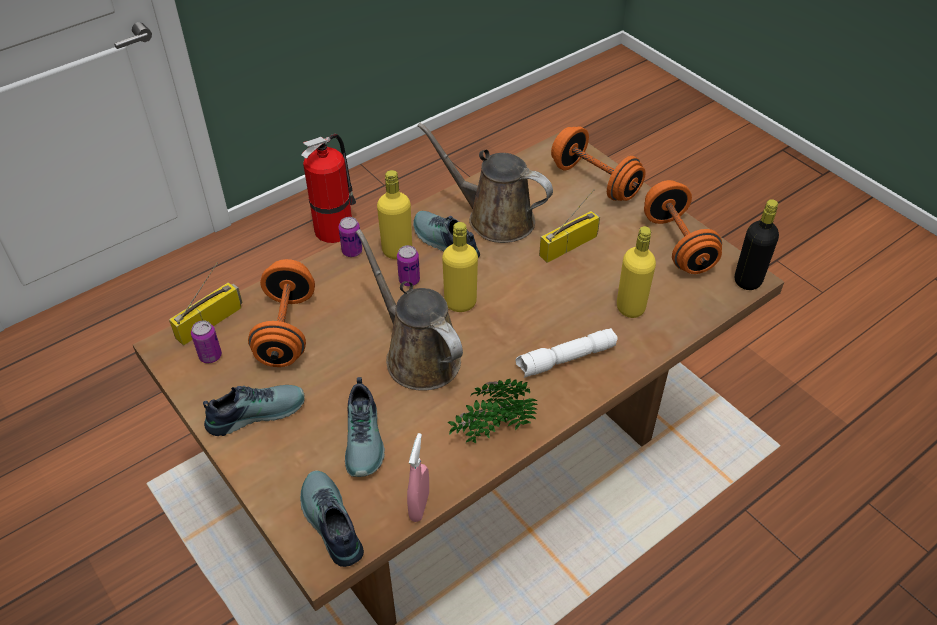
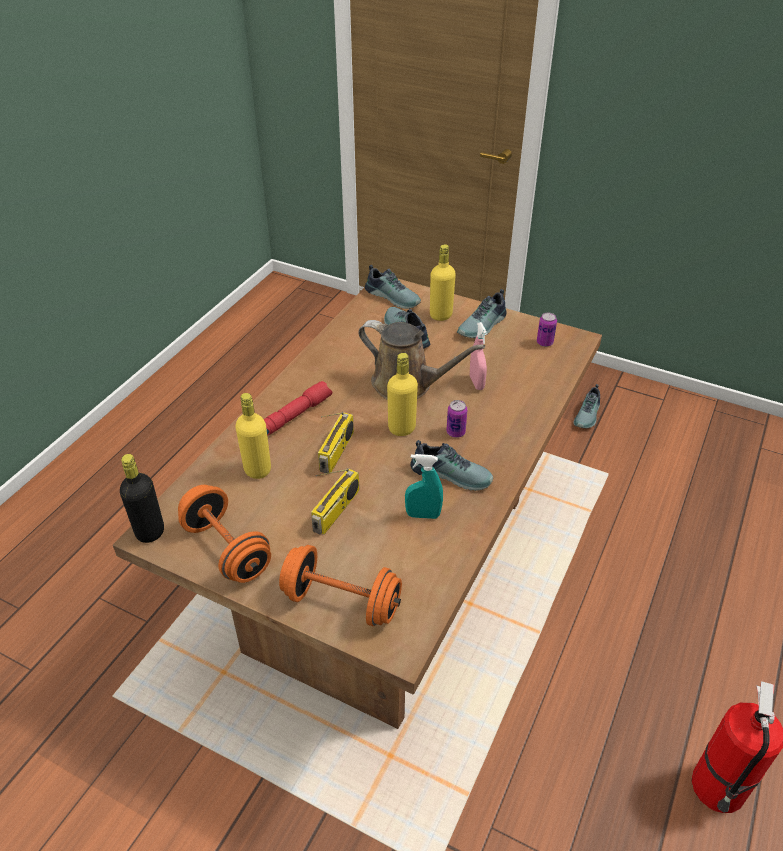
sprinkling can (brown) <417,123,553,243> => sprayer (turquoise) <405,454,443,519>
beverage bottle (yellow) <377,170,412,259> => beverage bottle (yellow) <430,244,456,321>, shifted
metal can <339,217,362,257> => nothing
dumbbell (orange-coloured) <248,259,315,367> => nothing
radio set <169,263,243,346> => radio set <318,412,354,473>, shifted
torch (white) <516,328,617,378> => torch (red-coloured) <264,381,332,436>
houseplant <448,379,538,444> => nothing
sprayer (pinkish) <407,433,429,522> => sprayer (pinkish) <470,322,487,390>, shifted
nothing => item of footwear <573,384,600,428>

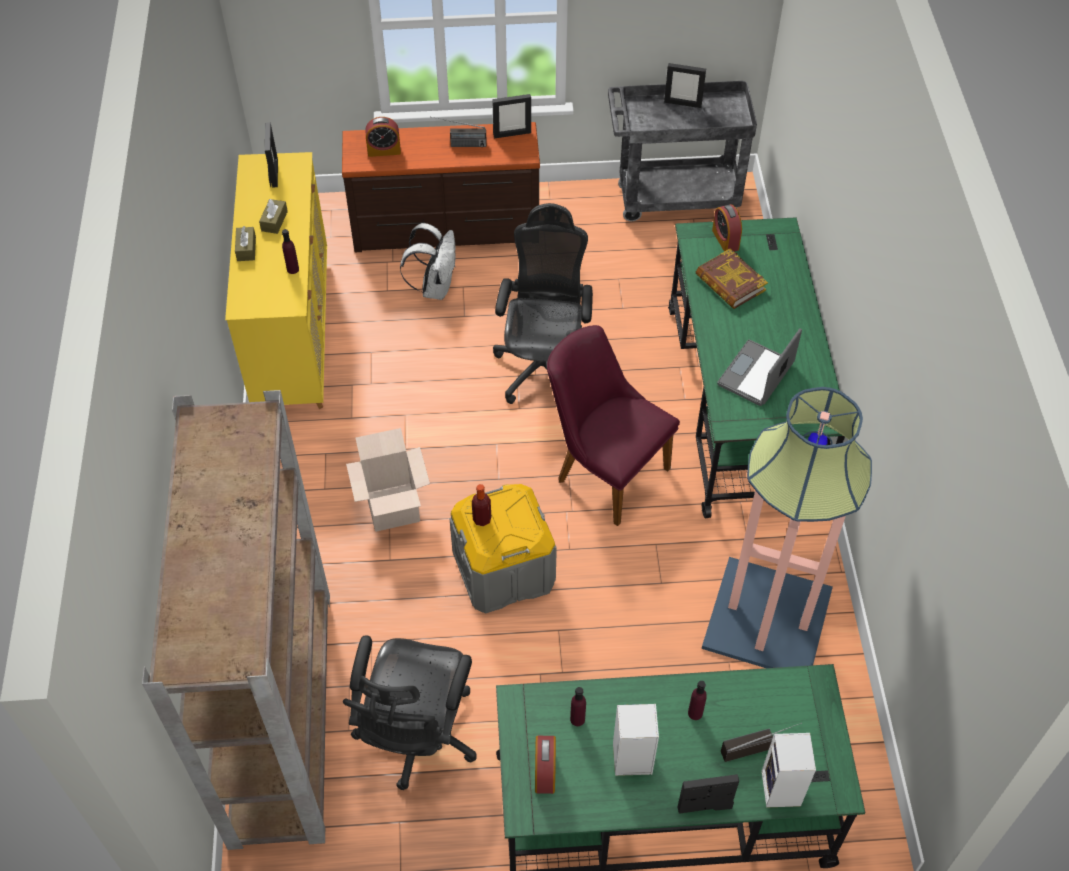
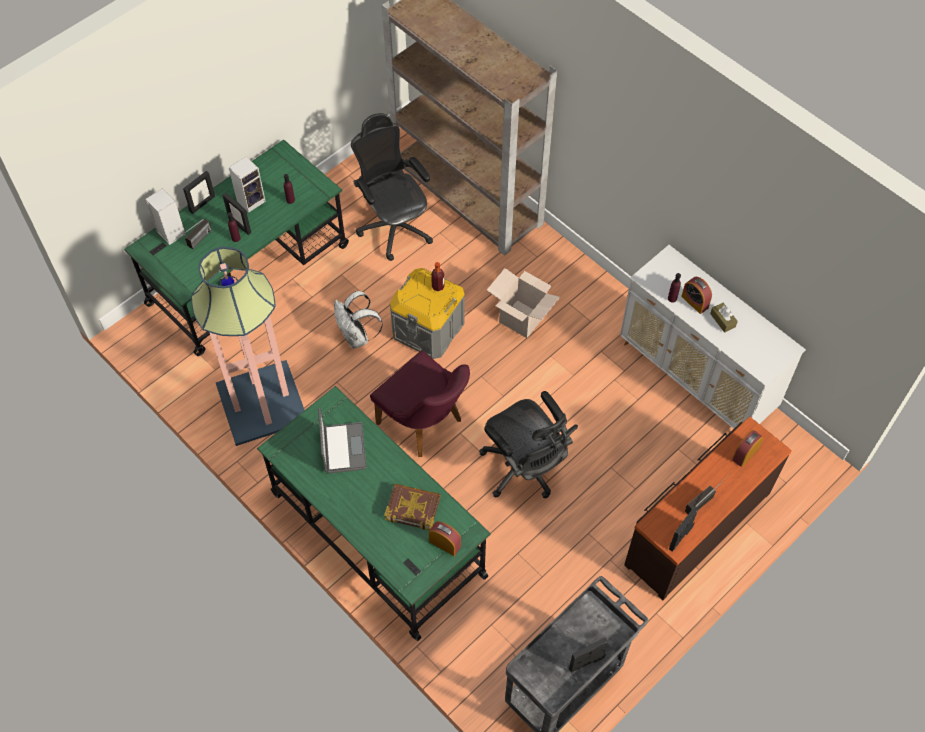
picture frame <265,122,278,188> => picture frame <223,193,251,235>, shifted
storage cabinet (yellow) <225,152,327,409> => storage cabinet (white) <620,245,806,429>
knapsack (white) <400,223,456,300> => knapsack (white) <334,291,383,348>, shifted
box of tissues (brown) <235,226,256,261> => nothing
plain chair (purple-coloured) <547,325,680,526> => plain chair (purple-coloured) <370,350,470,457>, 45 degrees clockwise
bedside clock <535,736,556,794> => bedside clock <681,277,712,314>, shifted

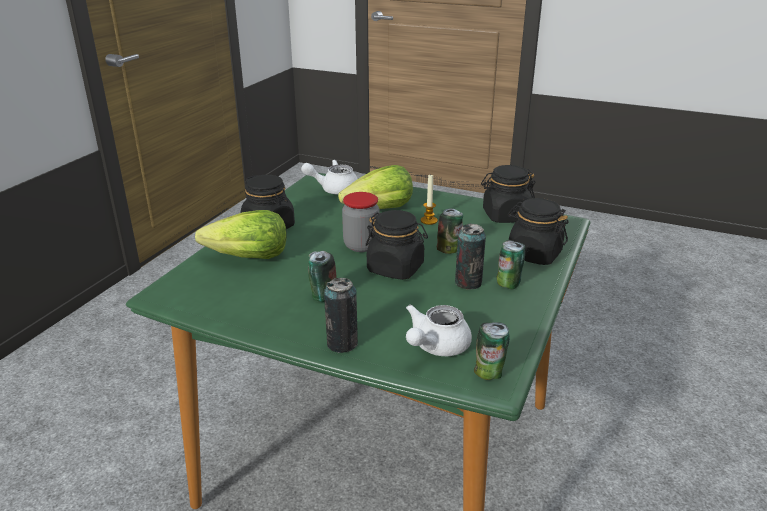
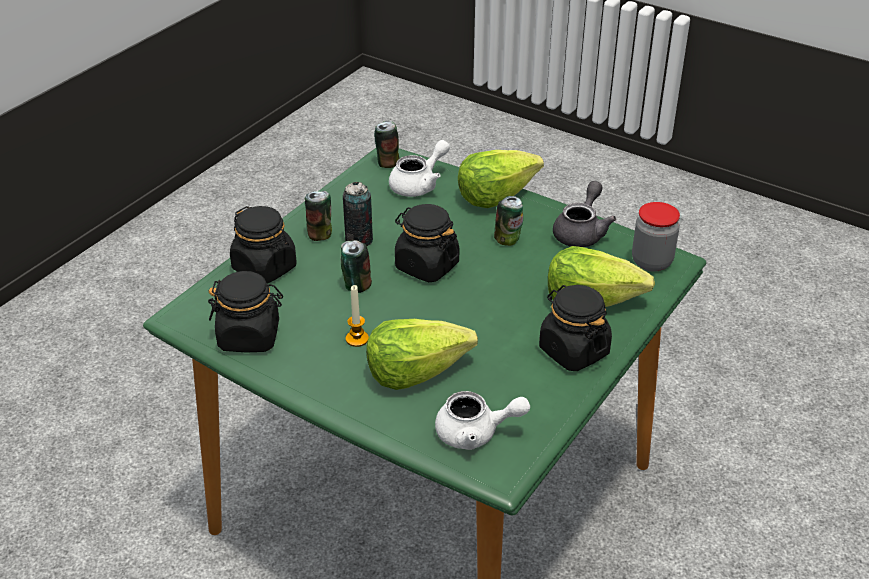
preserve jar <342,192,380,252> => preserve jar <632,202,680,272>, shifted
metal can <324,278,358,353> => head of lettuce <458,150,544,208>
nothing => tea pot (gray) <553,181,616,247>

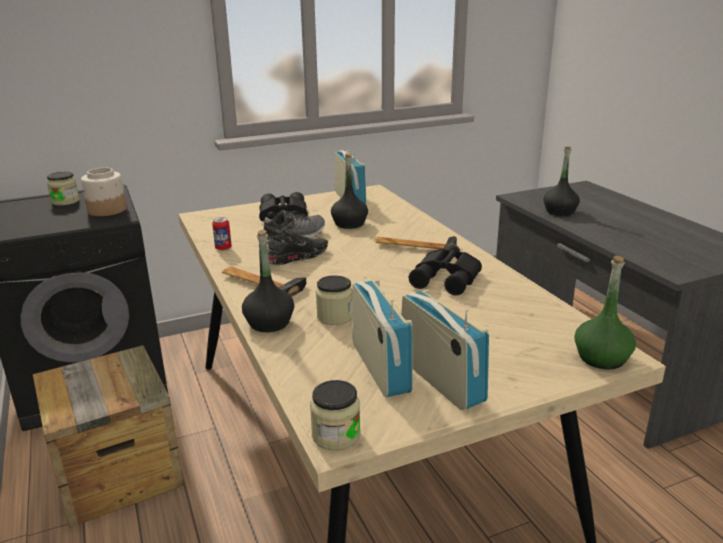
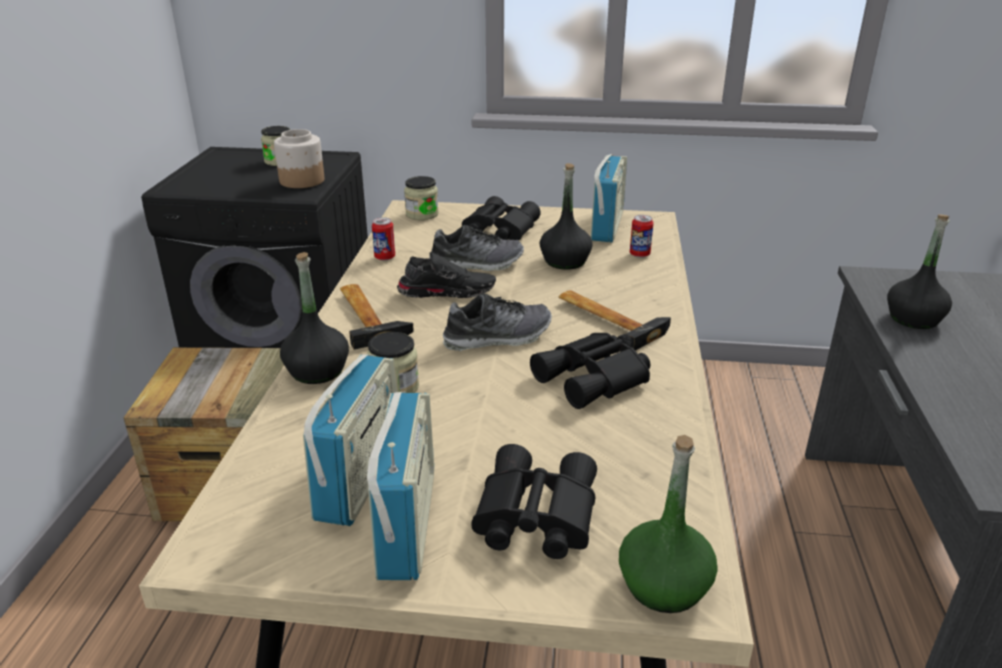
preserve jar <310,380,360,451> => preserve jar <404,176,439,220>, shifted
nothing => metal can <630,215,654,258>
nothing => item of footwear <443,294,552,351>
nothing => pair of binoculars (black-coloured) <472,444,597,559>

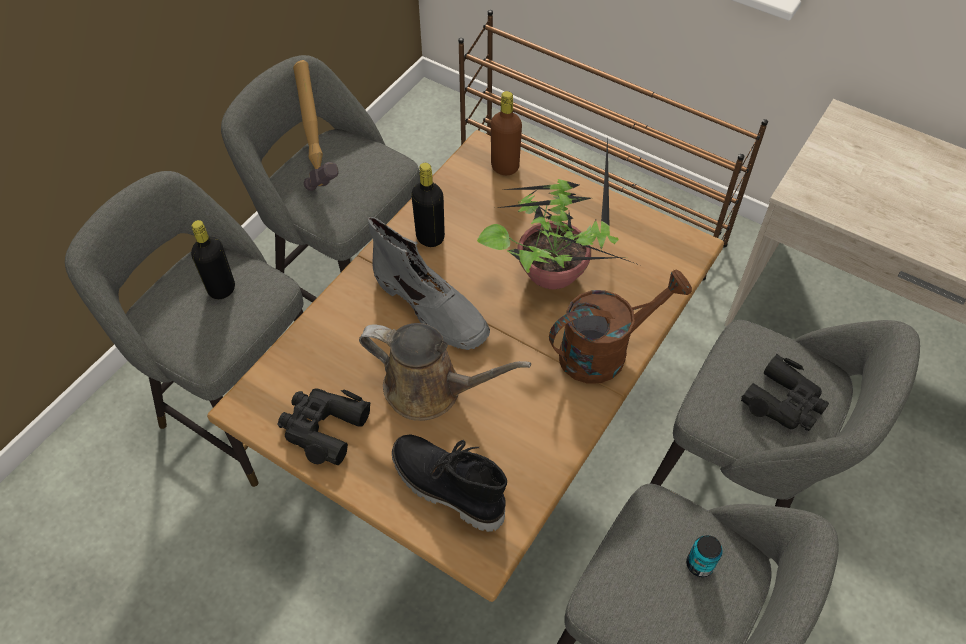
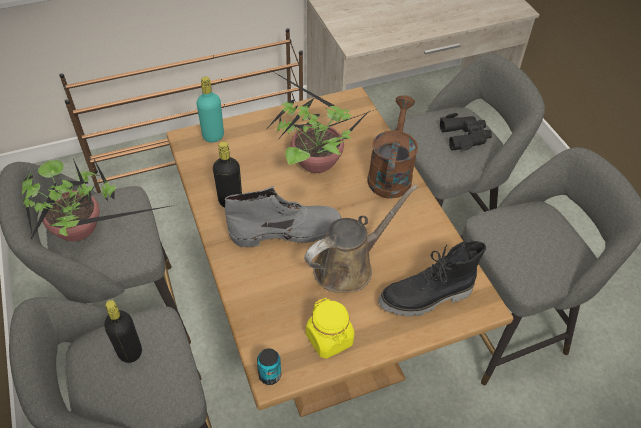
tool hammer <293,60,339,191> => houseplant <22,159,175,242>
beverage bottle (brown) <491,91,522,175> => beverage bottle (turquoise) <196,77,224,142>
pair of binoculars (black-coloured) <278,389,370,465> => preserve jar (yellow) <306,298,354,359>
metal can <686,535,723,577> => metal can <257,348,281,385>, shifted

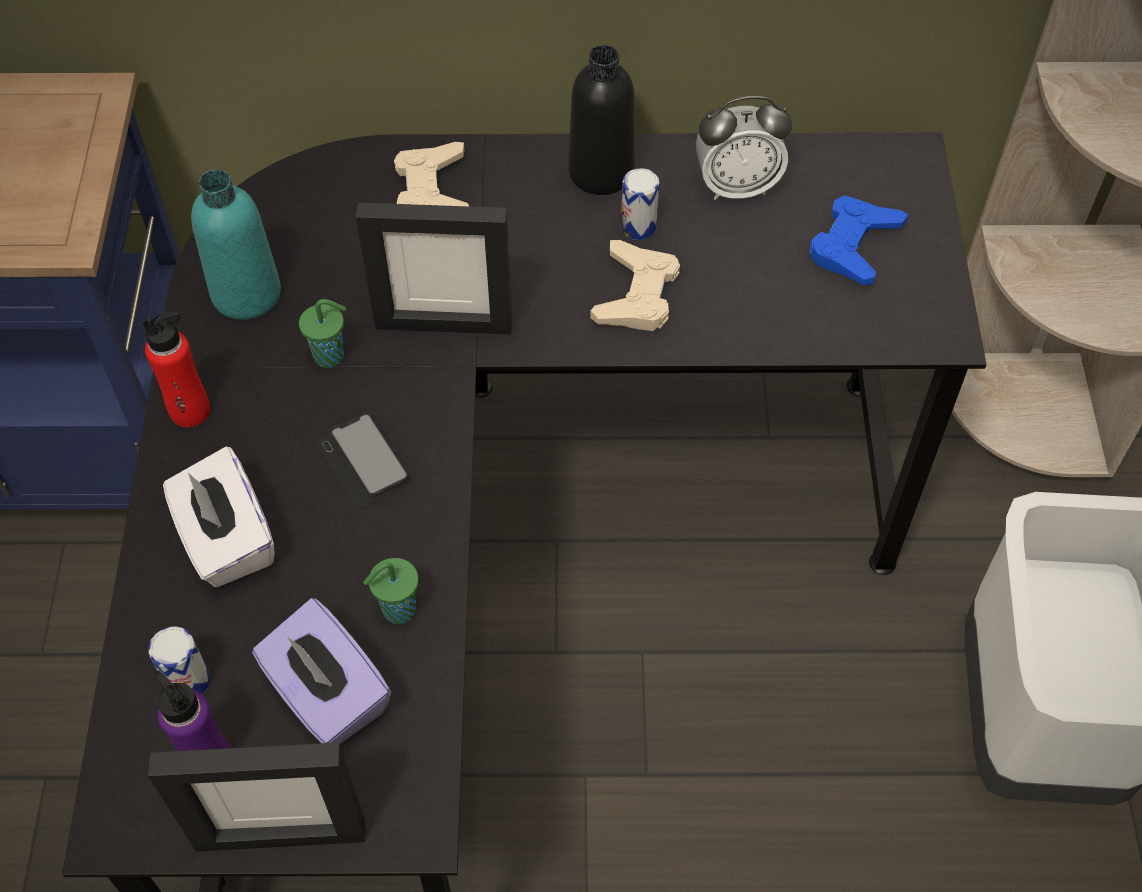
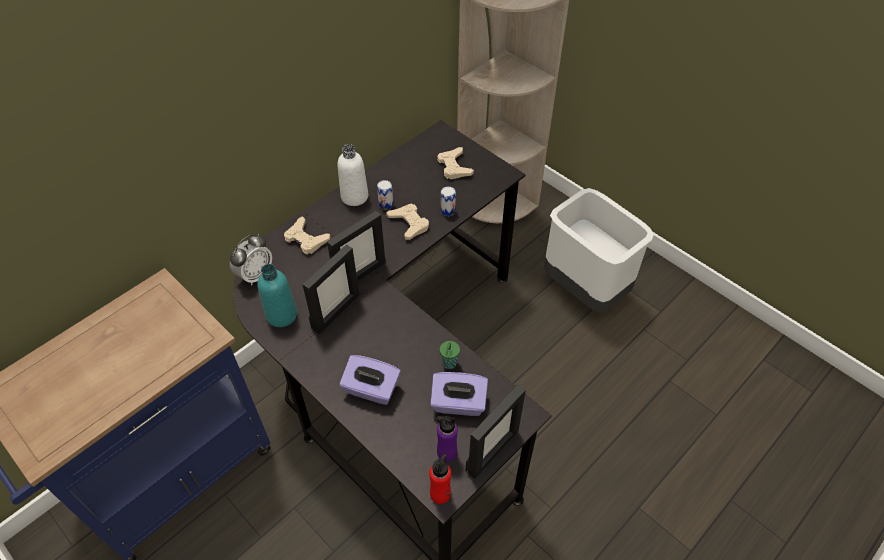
beverage bottle (black-coloured) <568,45,635,195> => beverage bottle (white) <338,144,368,206>
bedside clock <696,96,792,200> => bedside clock <230,234,272,286>, shifted
game controller (blue-coloured) <810,195,908,285> => game controller (sand-coloured) <437,147,474,180>
cup (greenish) <299,299,346,368> => picture frame <302,244,359,334>
beverage bottle (red-coloured) <142,311,210,427> => beverage bottle (red-coloured) <429,453,451,504>, shifted
handset <317,413,409,507> => nothing
box of tissues (white) <163,446,275,587> => box of tissues (purple-coloured) <340,355,401,405>
metal can <148,626,210,694> => metal can <441,187,456,216>, shifted

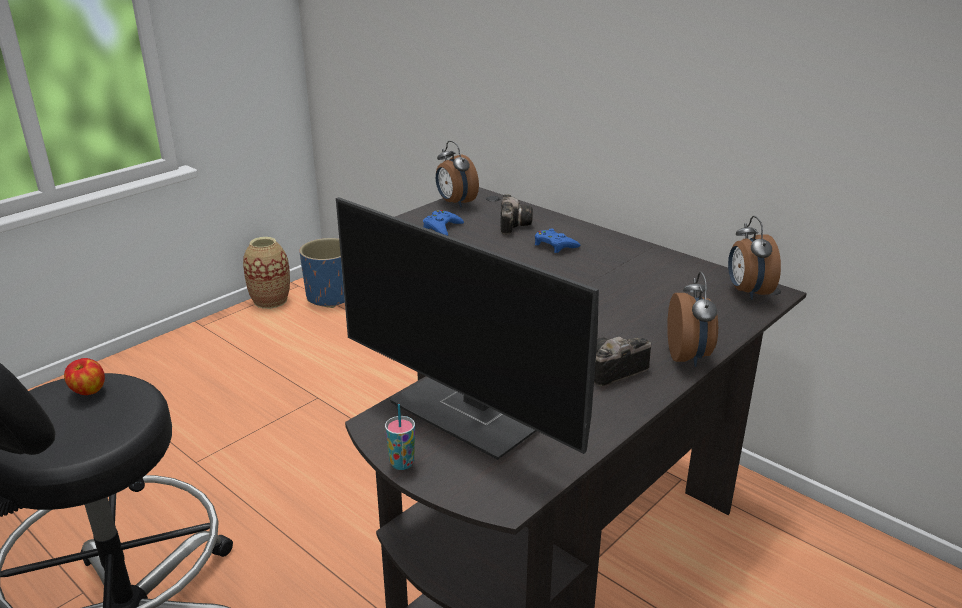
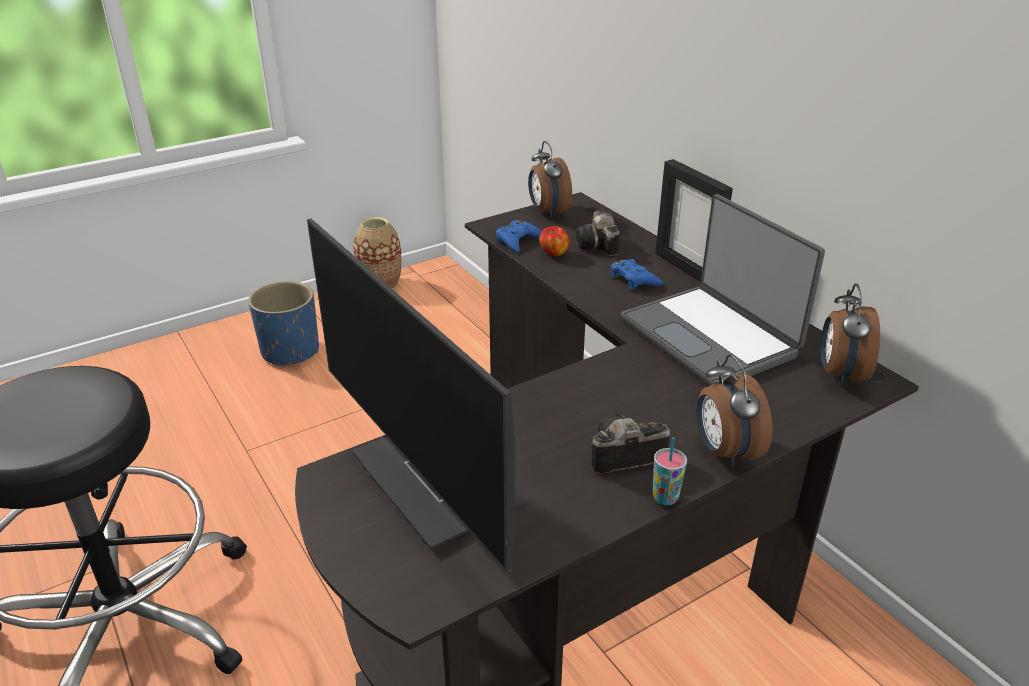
still camera <500,194,533,234> => still camera <576,210,620,256>, 150 degrees clockwise
flower pot (blue-coloured) <299,238,345,308> => flower pot (blue-coloured) <248,281,319,367>, shifted
bedside clock <667,272,718,367> => bedside clock <696,354,773,467>, 150 degrees clockwise
whole apple <64,358,105,395> => whole apple <539,226,569,256>, shifted
cup <385,404,415,470> => cup <653,437,687,506>, shifted
nothing => picture frame <655,159,733,282>
nothing => portable computer <621,194,825,386>

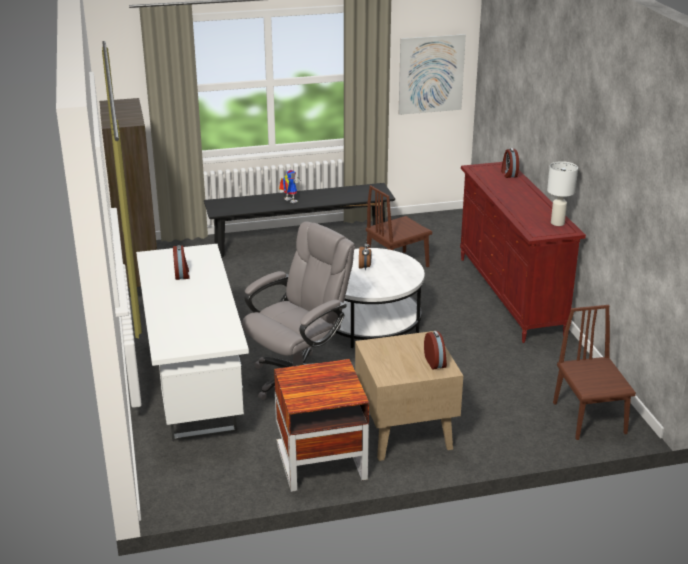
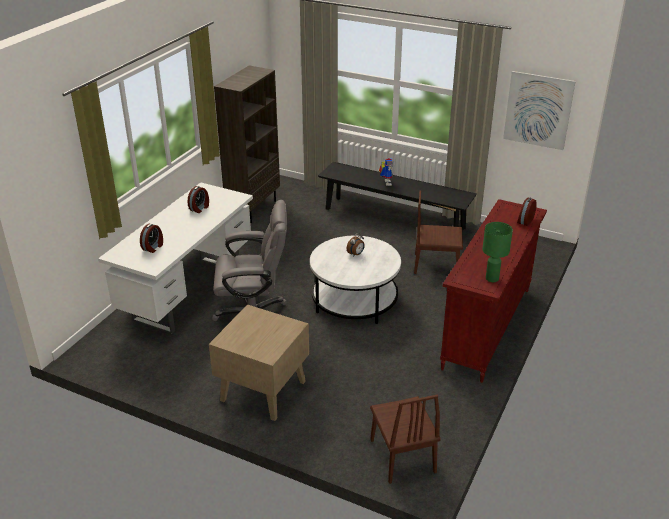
tabletop lamp (white) <547,161,578,226> => tabletop lamp (greenish) <482,222,513,282>
plain chair (brown) <553,305,636,440> => plain chair (brown) <370,395,441,484>, 135 degrees clockwise
bedside clock <424,331,447,369> => bedside clock <140,224,163,253>, shifted
nightstand <274,359,369,492> => nothing

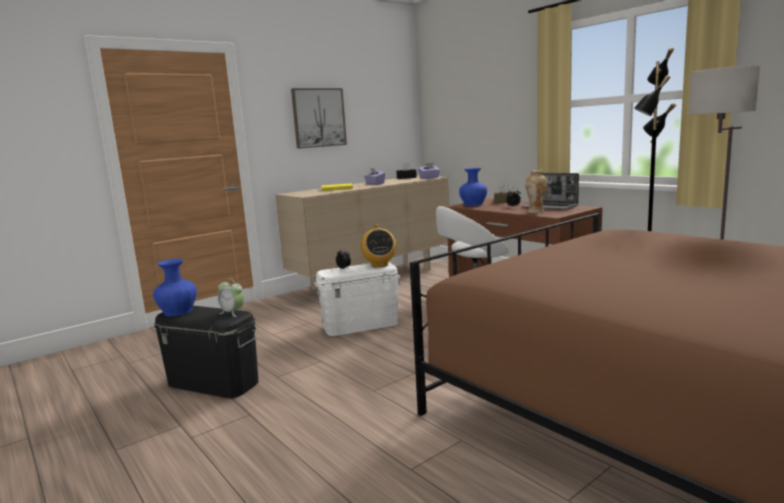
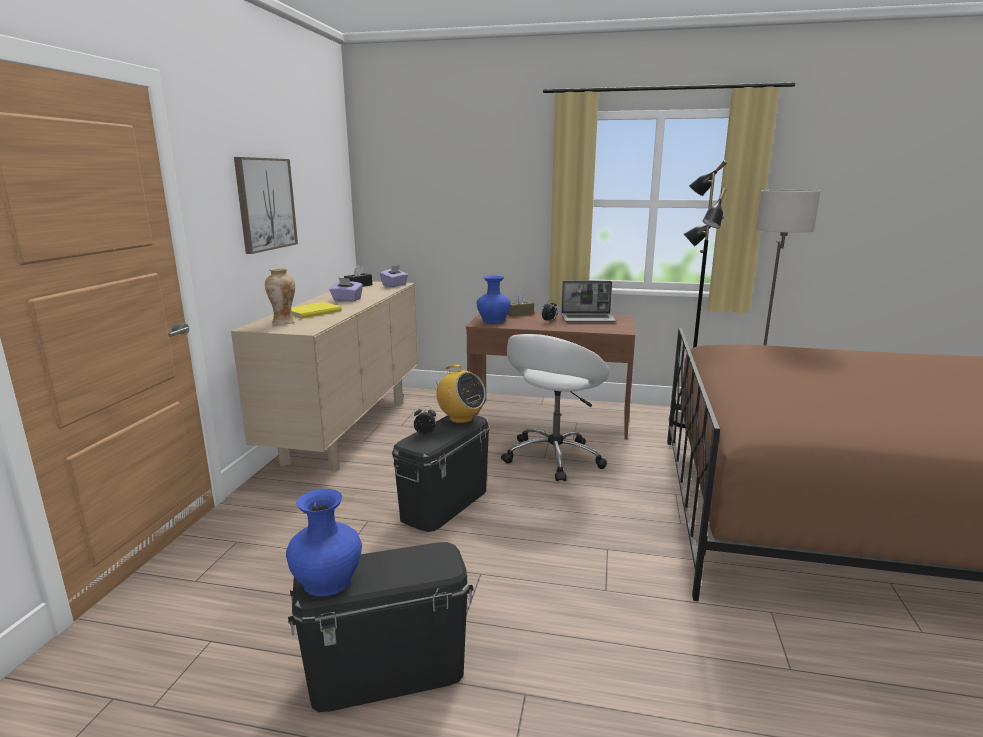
decorative vase <525,170,548,213> => decorative vase <265,268,295,325>, shifted
storage bin (white) <314,262,400,336> => storage bin (black-coloured) <392,415,490,532>
bedside clock <218,278,244,317> => nothing

